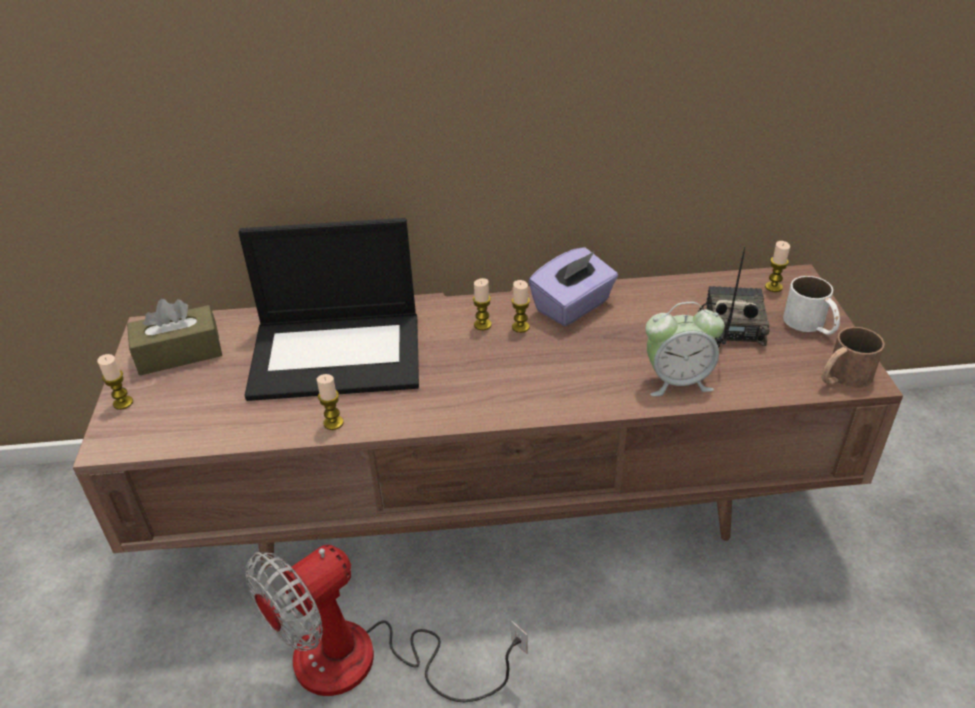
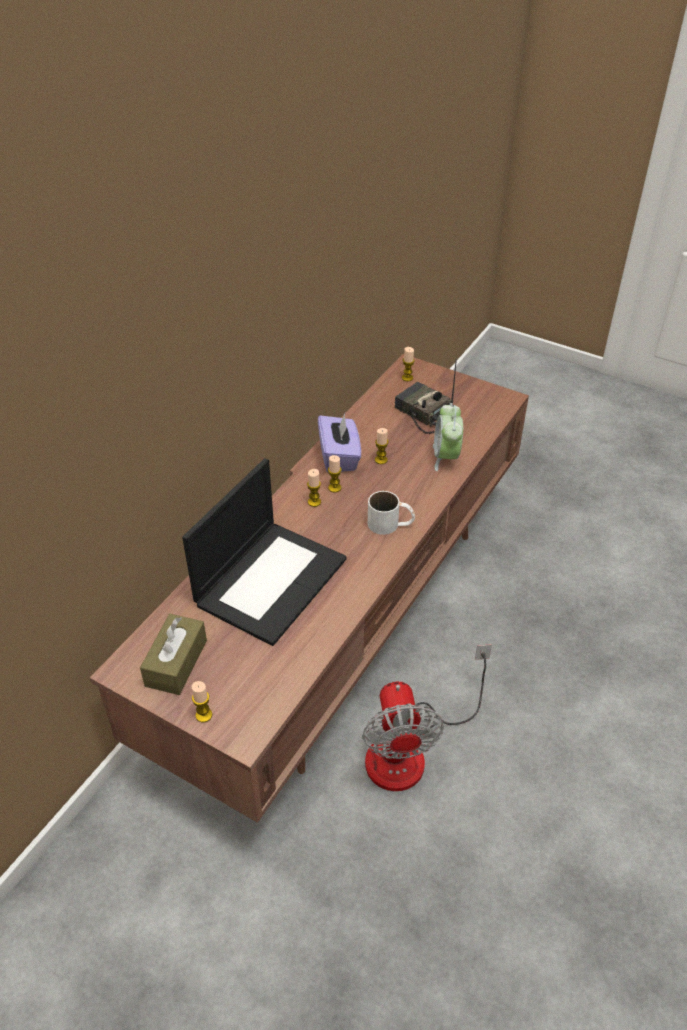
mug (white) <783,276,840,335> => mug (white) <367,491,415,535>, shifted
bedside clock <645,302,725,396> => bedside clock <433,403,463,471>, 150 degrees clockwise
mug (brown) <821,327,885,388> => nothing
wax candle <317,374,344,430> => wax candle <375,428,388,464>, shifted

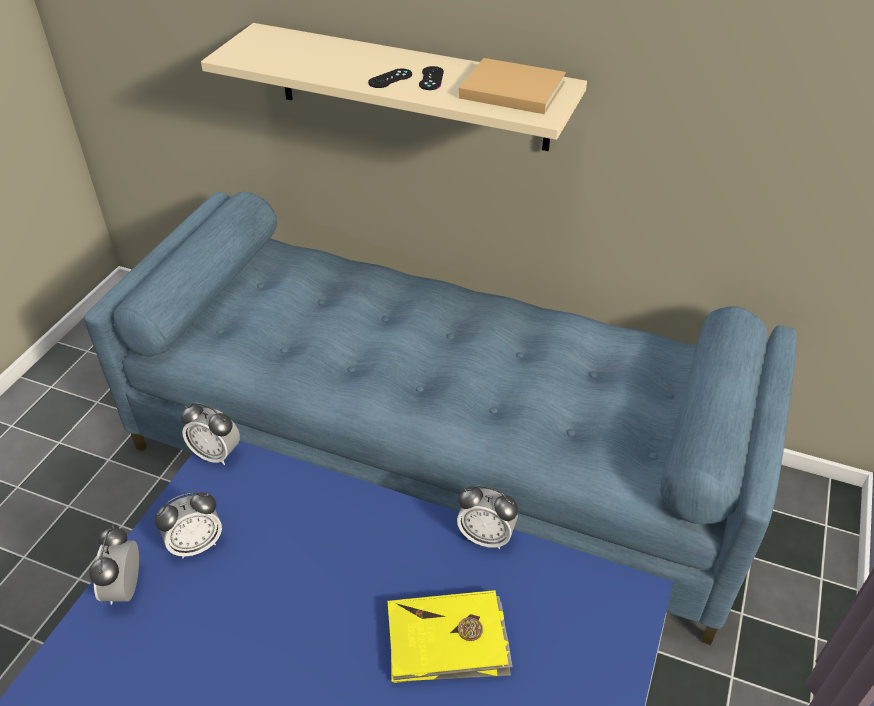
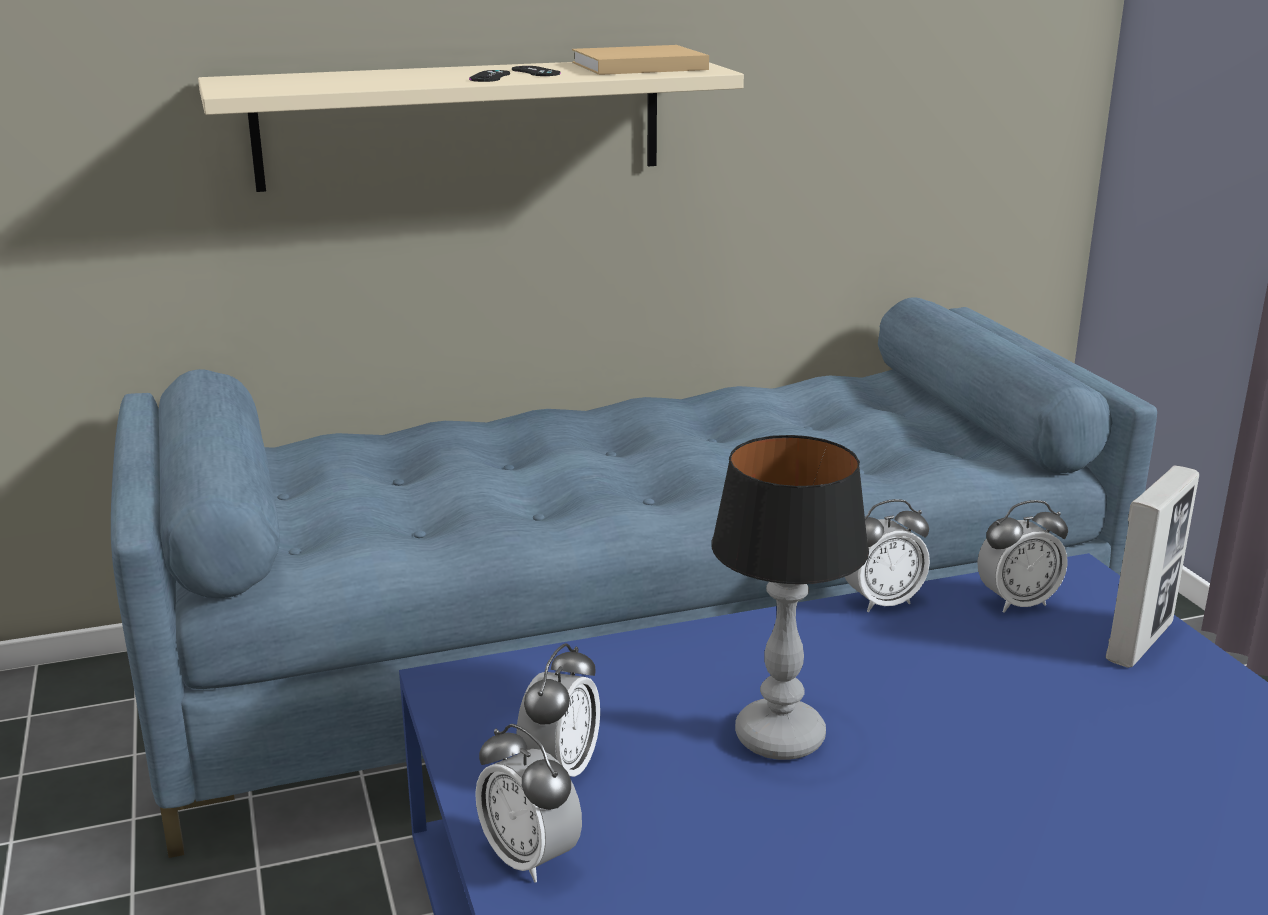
bedside clock <180,403,240,465> => bedside clock <977,500,1068,613>, shifted
volume (yellow) <387,590,513,683> => nothing
nothing => tabletop lamp <711,435,869,760>
nothing => picture frame <1106,465,1199,668>

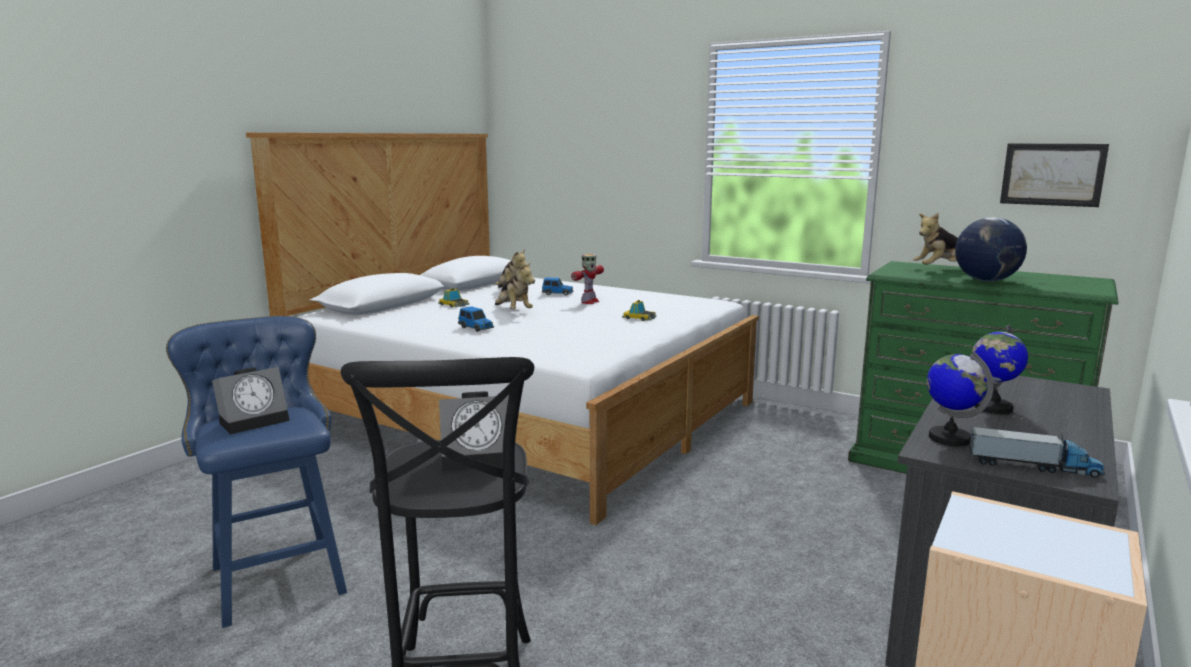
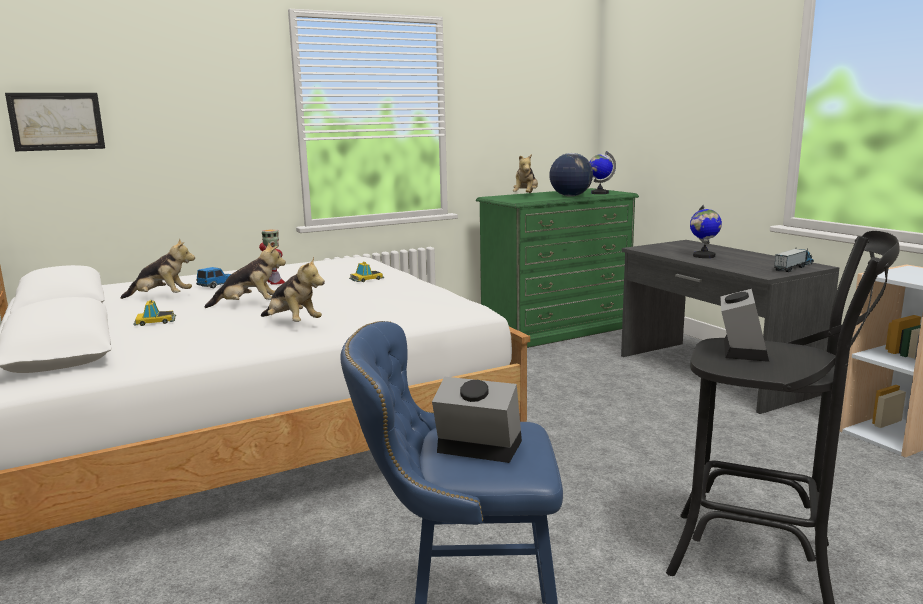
wall art <1000,144,1109,207> => wall art <5,93,105,151>, shifted
miniature car <458,306,494,332> => cuddly toy <261,257,325,322>
desk globe <927,351,994,446> => desk globe <590,151,616,194>, shifted
bedside clock <212,367,290,434> => bedside clock <432,377,522,463>, 60 degrees counterclockwise

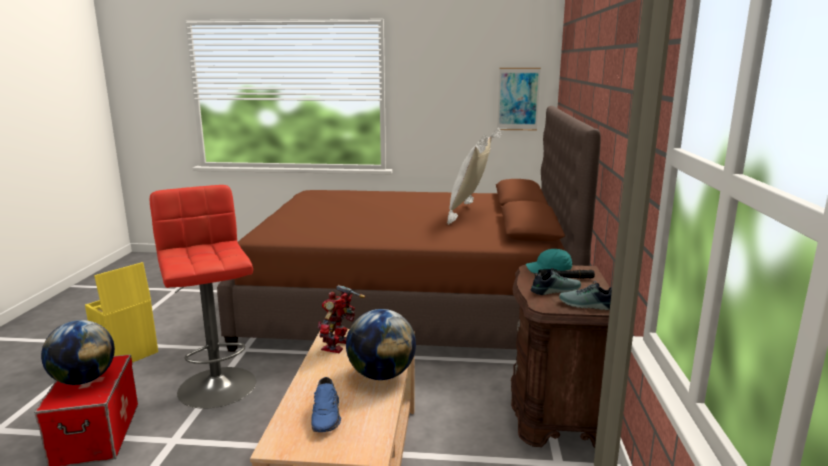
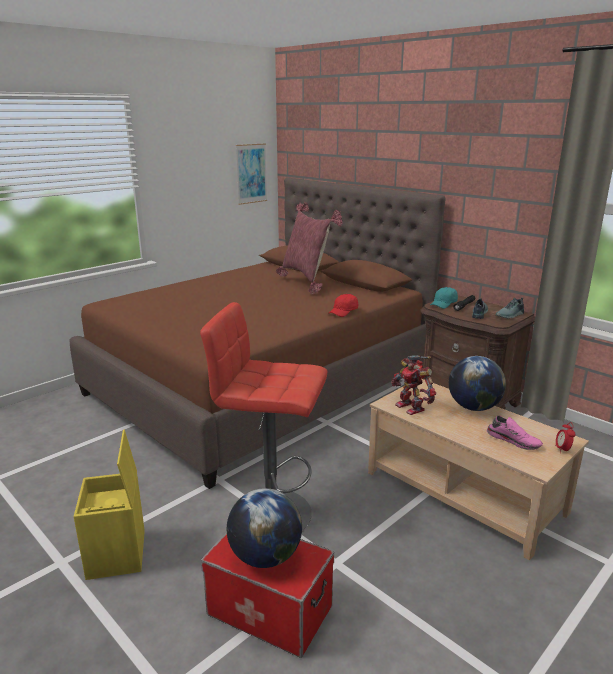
cushion (white) <447,127,501,224> => cushion (red-coloured) <276,202,343,295>
item of footwear (blue-coloured) <311,377,341,432> => item of footwear (pinkish) <486,415,543,450>
nothing => baseball cap (red-coloured) <329,294,358,317>
nothing => bedside clock <556,422,576,454>

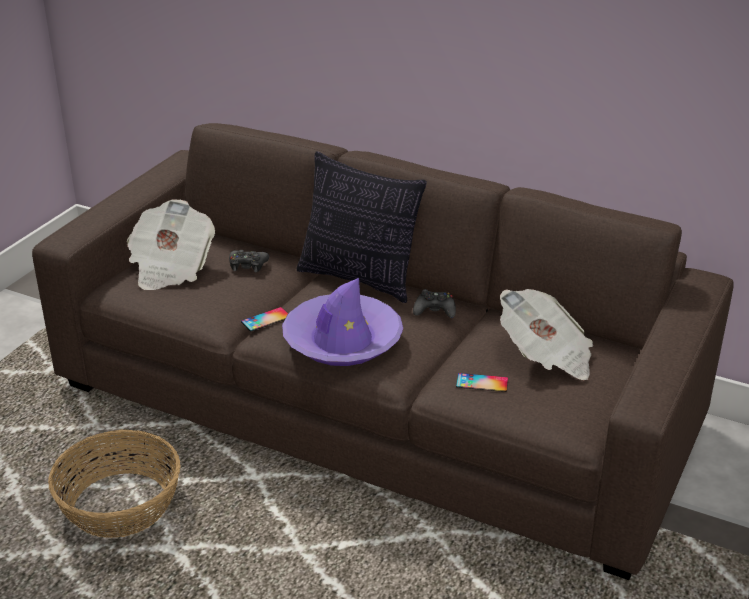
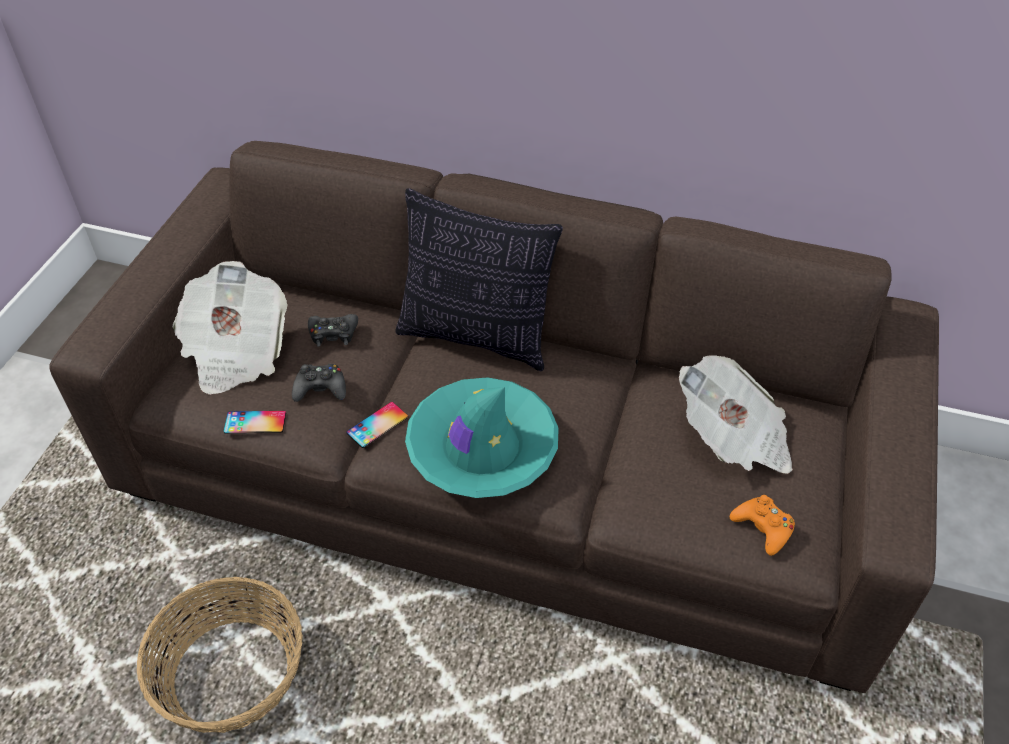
wearable hat (purple-coloured) <282,278,403,366> => wearable hat (turquoise) <405,377,559,498>
game controller (black-coloured) <413,289,456,318> => game controller (black-coloured) <292,364,346,402>, shifted
handset <456,373,508,392> => handset <224,411,286,433>, shifted
nothing => game controller (orange-coloured) <730,495,795,556>

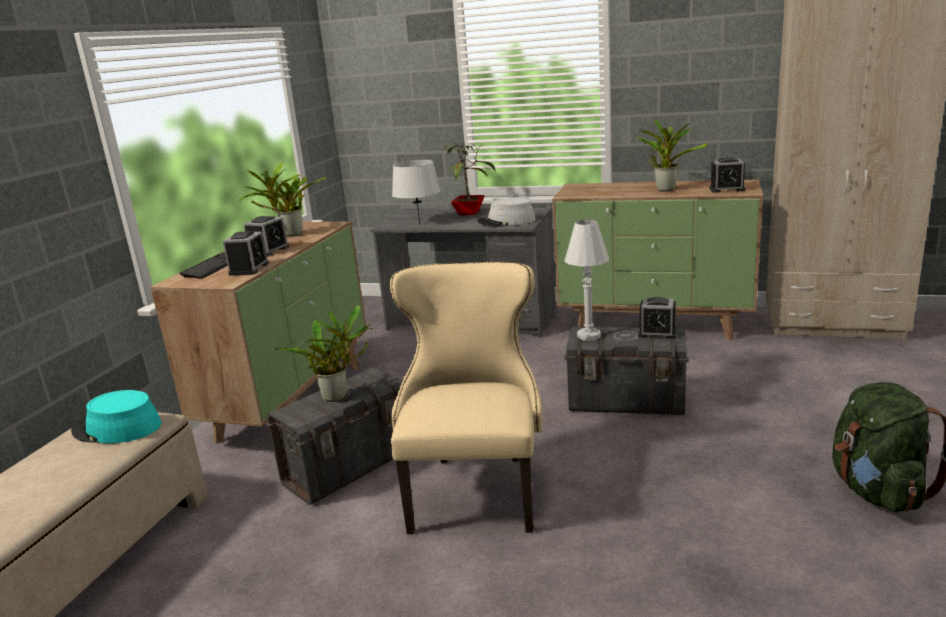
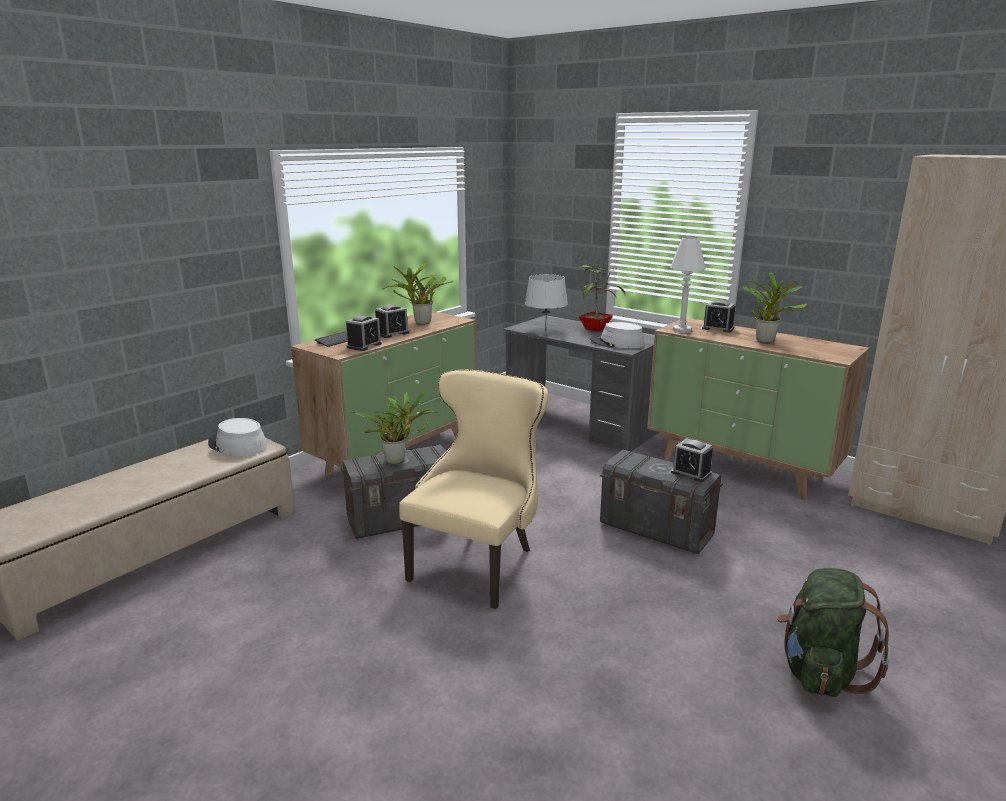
bedside clock <709,157,745,193> => bedside clock <702,300,735,333>, shifted
tabletop lamp (white) <565,219,609,341> => tabletop lamp (white) <670,236,706,333>, shifted
wearable hat (turquoise) <71,390,162,443> => wearable hat (gray) <208,418,267,456>

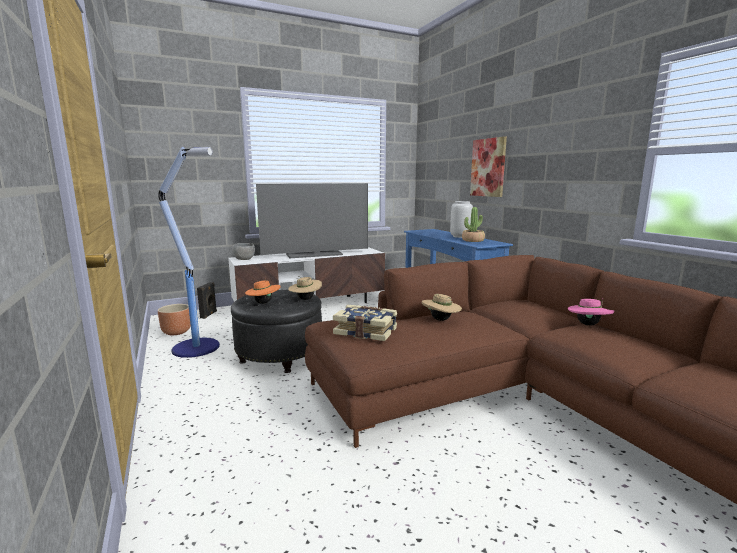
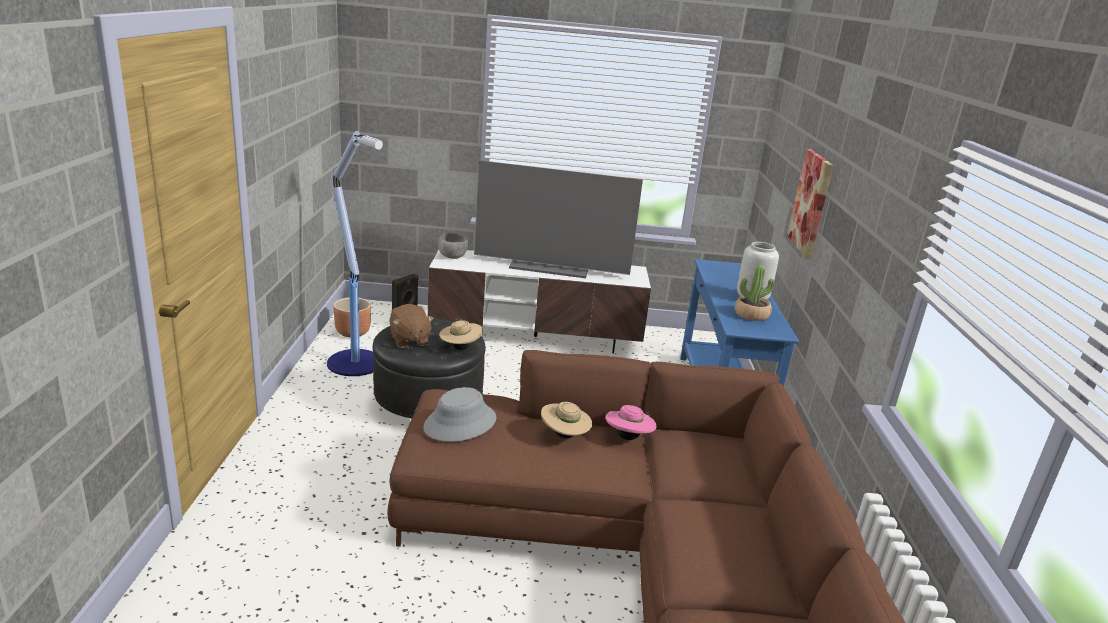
wearable hat (orange-coloured) <245,278,280,304> => cuddly toy (brown) <389,304,434,348>
wearable hat (pinkish) <568,298,614,326> => wearable hat (pinkish) <605,405,656,440>, shifted
volume <333,305,397,341> => wearable hat (gray) <424,387,496,442>

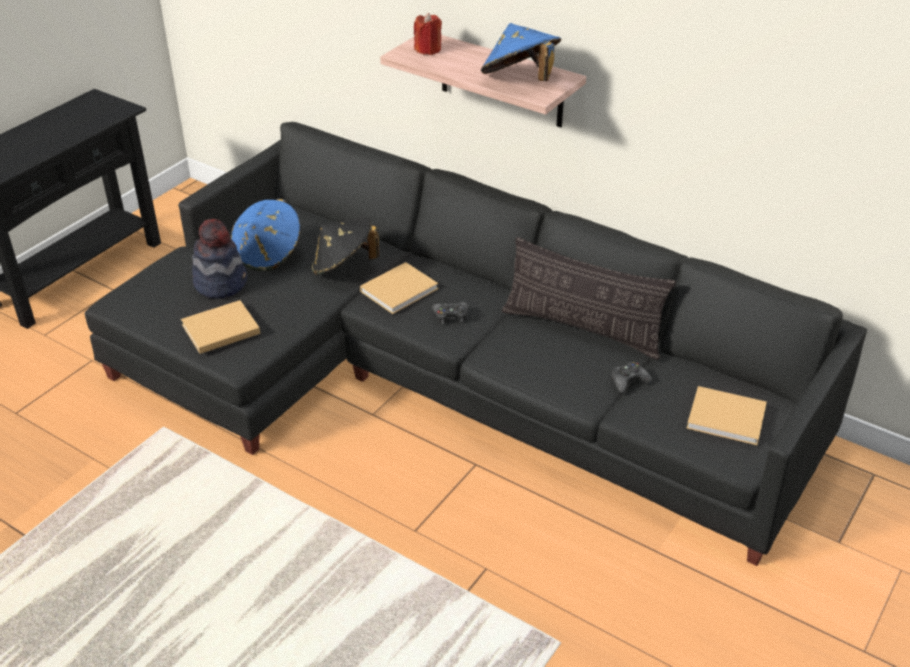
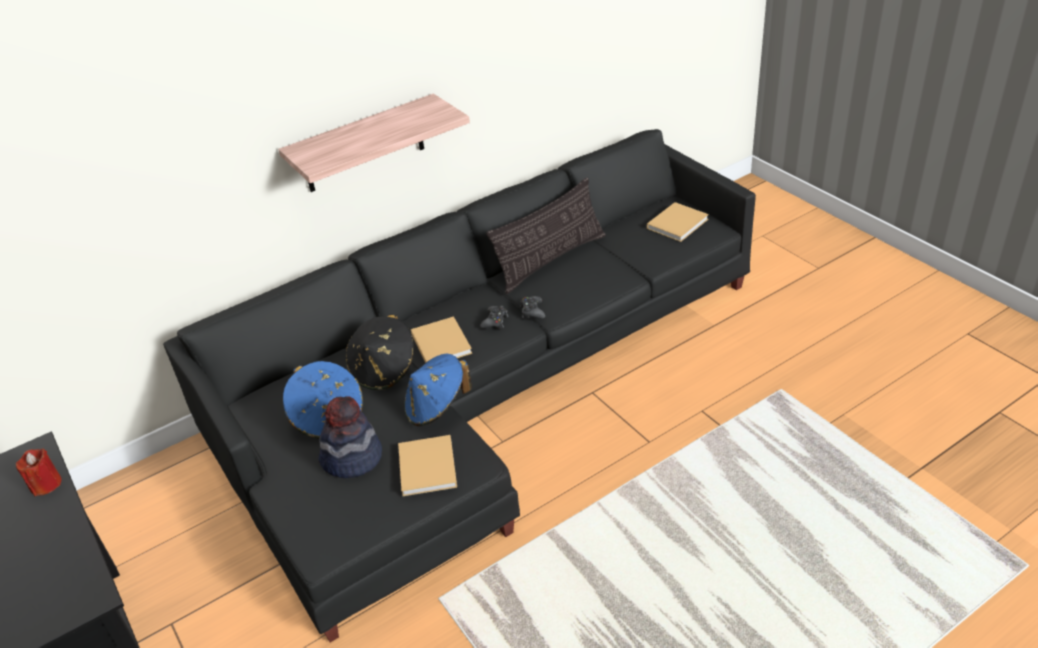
wax candle (red-coloured) <414,13,442,55> => wax candle (red-coloured) <16,448,62,496>, shifted
wearable hat (blue-coloured) <481,23,561,81> => wearable hat (blue-coloured) <404,354,472,426>, shifted
game controller (black-coloured) <611,362,652,393> => game controller (black-coloured) <520,296,545,319>, shifted

